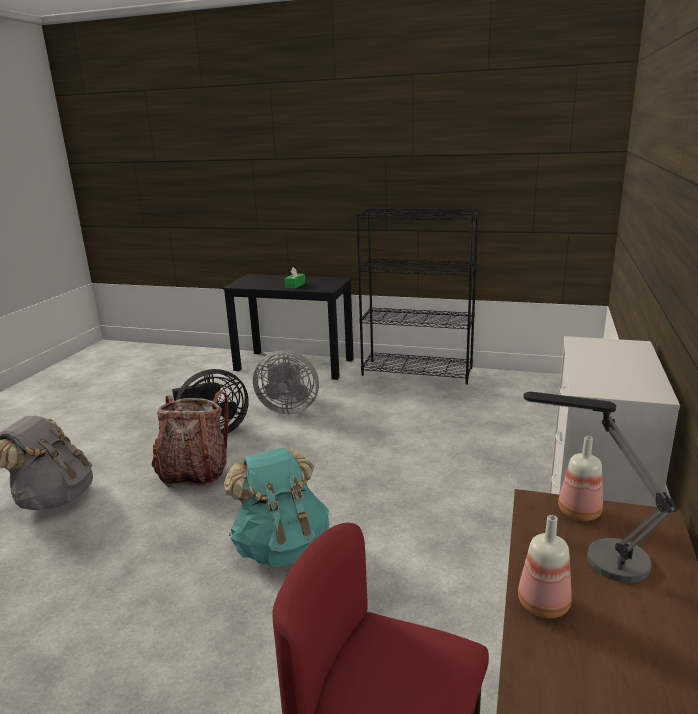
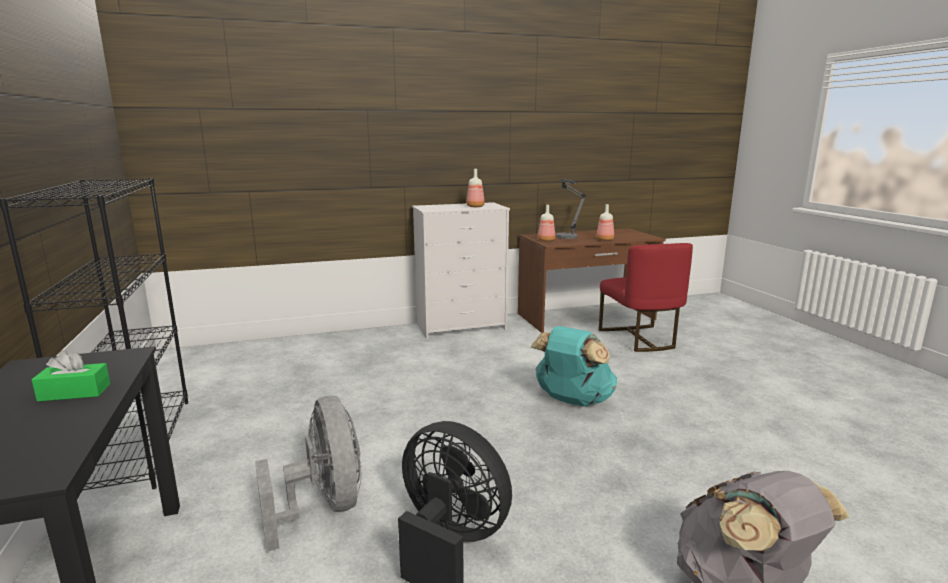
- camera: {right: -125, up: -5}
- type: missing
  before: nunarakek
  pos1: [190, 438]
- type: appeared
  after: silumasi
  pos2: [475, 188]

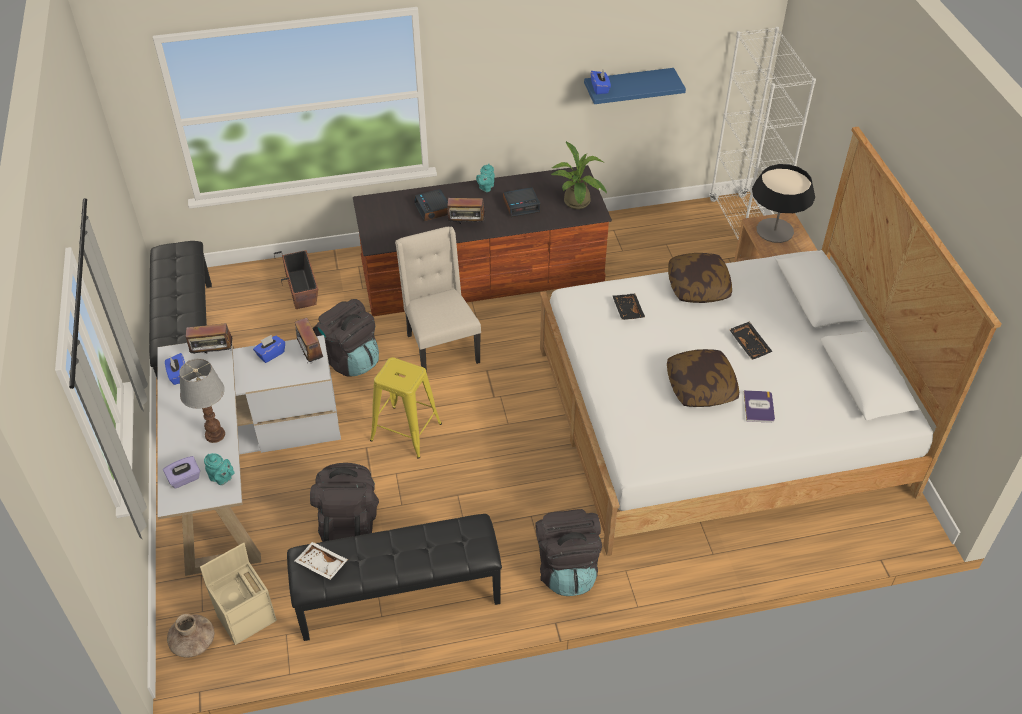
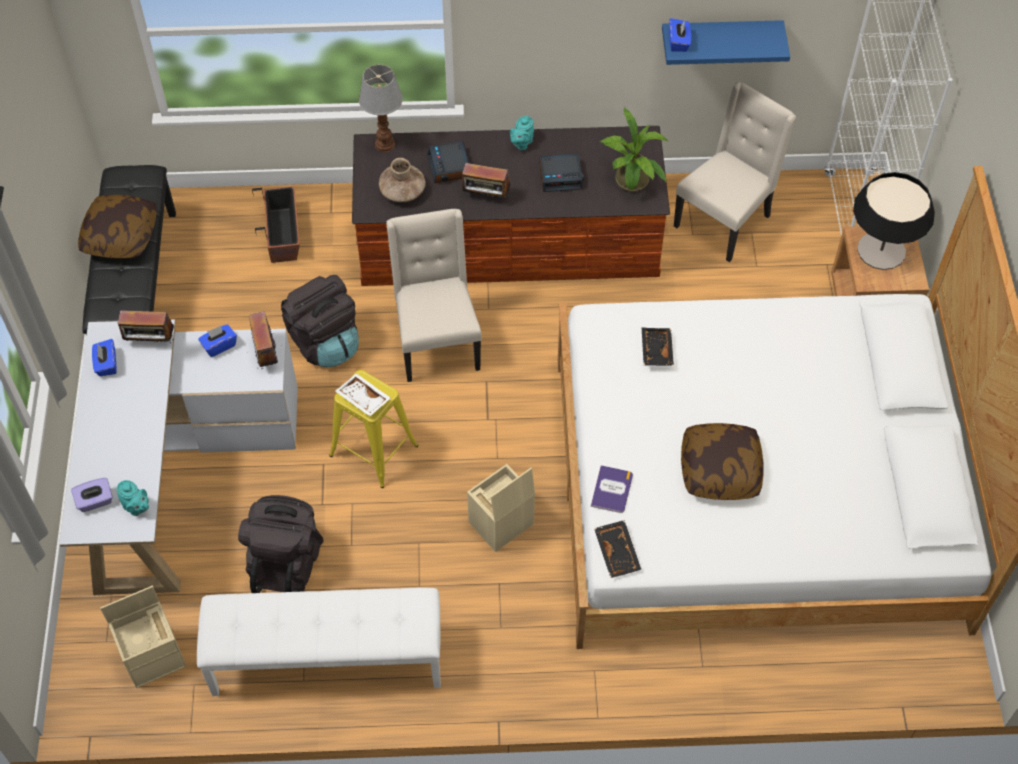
- camera: {right: 10, up: 10}
- type: missing
  before: black_nunarakek
  pos1: [568, 552]
- type: appeared
  after: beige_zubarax
  pos2: [501, 508]
- type: appeared
  after: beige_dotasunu
  pos2: [735, 172]
- type: relocated
  before: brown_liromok
  pos1: [190, 636]
  pos2: [402, 180]
- type: relocated
  before: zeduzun
  pos1: [202, 401]
  pos2: [381, 108]
- type: relocated
  before: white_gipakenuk
  pos1: [321, 561]
  pos2: [363, 394]
- type: relocated
  before: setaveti
  pos1: [700, 278]
  pos2: [117, 227]
- type: relocated
  before: black_gipakenuk
  pos1: [751, 340]
  pos2: [617, 549]
- type: relocated
  before: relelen
  pos1: [759, 406]
  pos2: [612, 489]
- type: colour
  before: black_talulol
  after: white_talulol
  pos1: [394, 577]
  pos2: [319, 641]

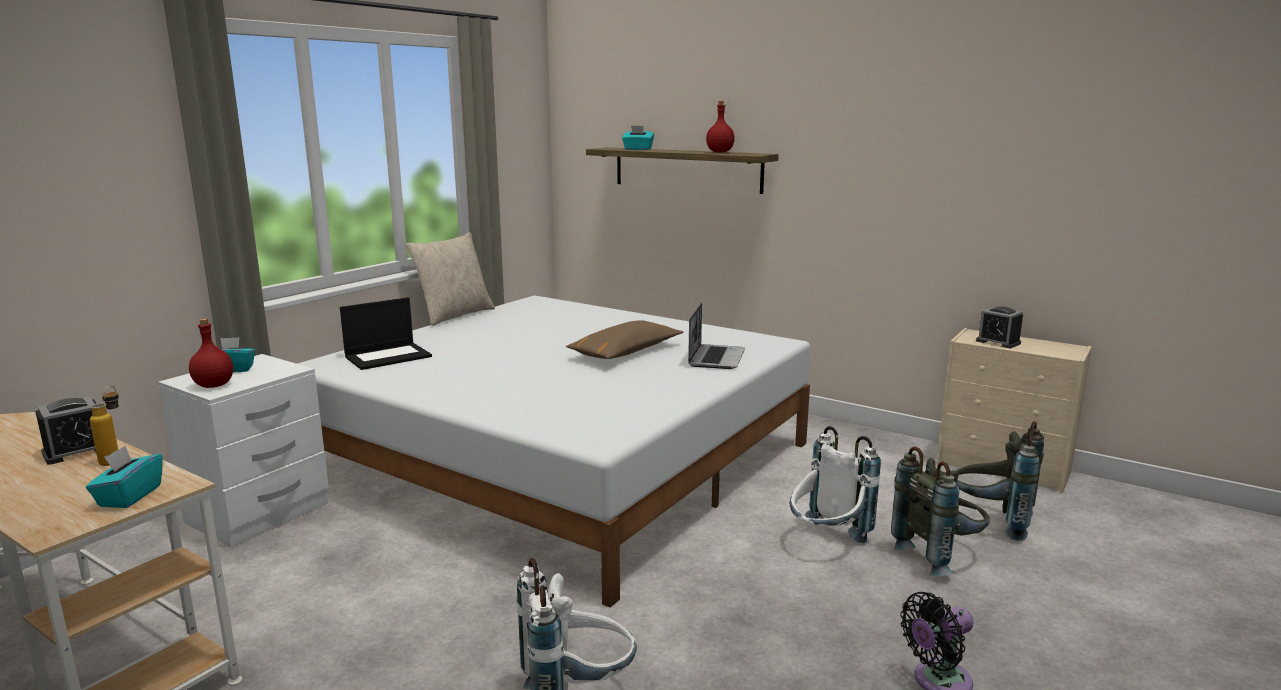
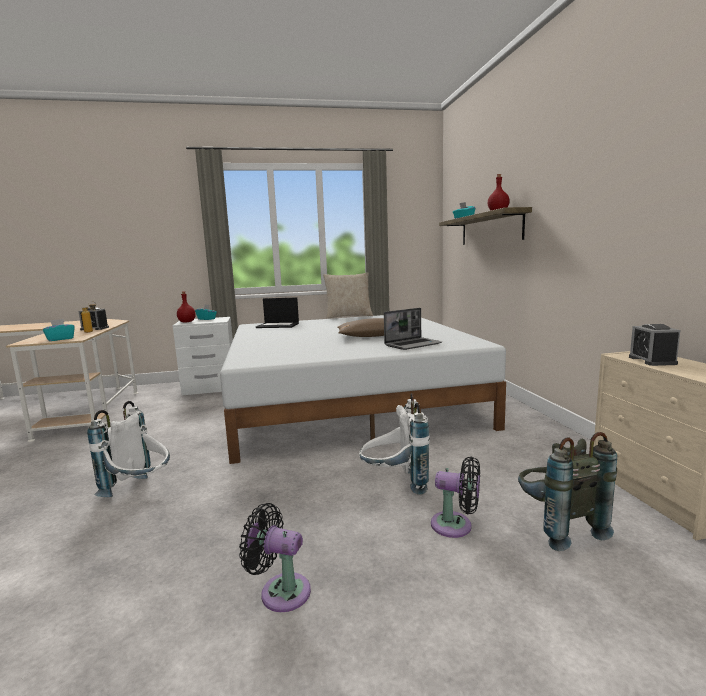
- camera: {right: 45, up: -5}
- type: exchanged
  before: grey_nunarakek
  after: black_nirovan
  pos1: [940, 511]
  pos2: [455, 497]

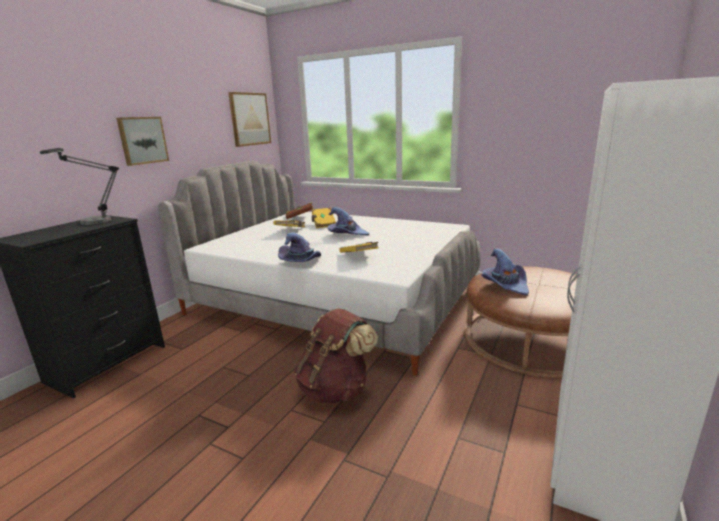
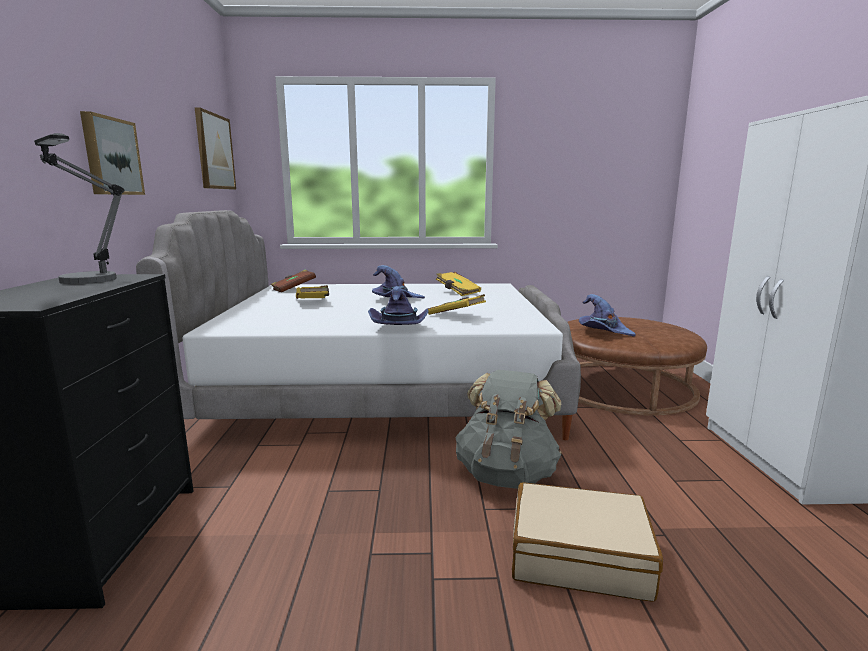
- camera: {right: -30, up: -5}
- type: appeared
  after: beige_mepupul
  pos2: [587, 542]
- type: relocated
  before: yellow_relelen
  pos1: [323, 218]
  pos2: [458, 284]
- type: colour
  before: brown_nunarakek
  after: grey_nunarakek
  pos1: [336, 355]
  pos2: [508, 429]

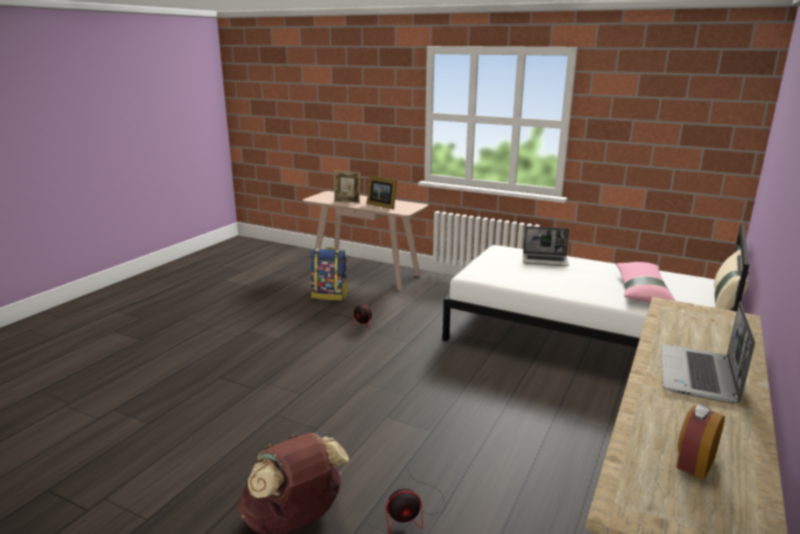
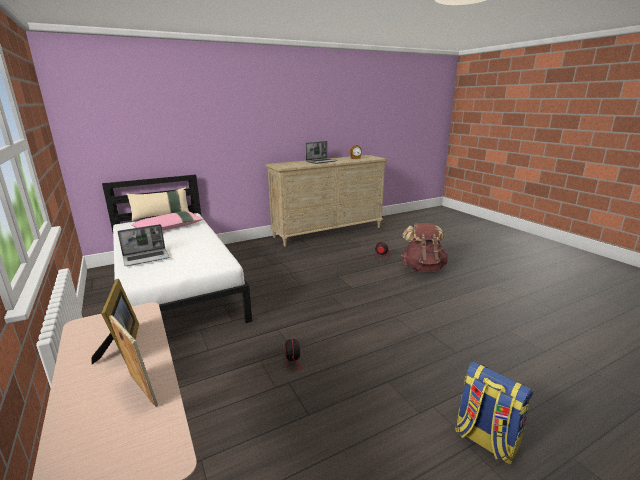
- camera: {right: -145, up: 0}
- type: relocated
  before: nunarakek
  pos1: [329, 274]
  pos2: [494, 413]
- type: spun
  before: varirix
  pos1: [546, 246]
  pos2: [144, 245]
  turn: 105

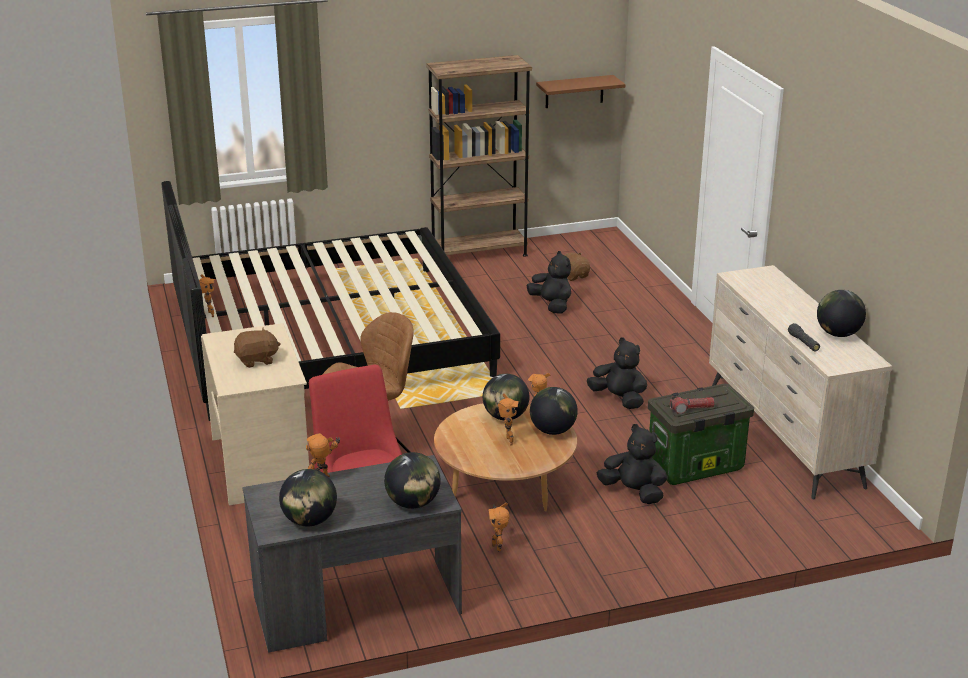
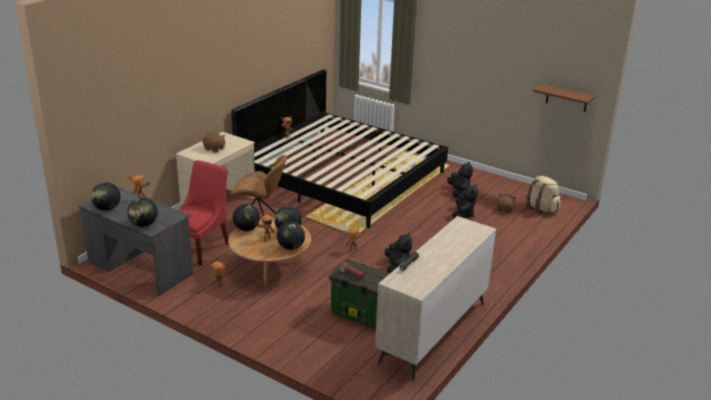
- camera: {right: 50, up: 0}
- type: missing
  before: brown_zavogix
  pos1: [479, 156]
- type: appeared
  after: beige_nunarakek
  pos2: [543, 195]
- type: relocated
  before: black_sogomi
  pos1: [632, 464]
  pos2: [460, 180]
- type: relocated
  before: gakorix
  pos1: [841, 313]
  pos2: [246, 217]

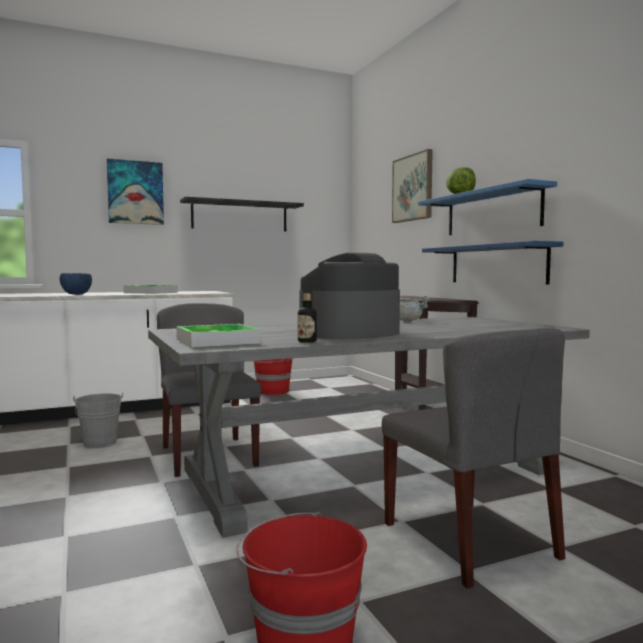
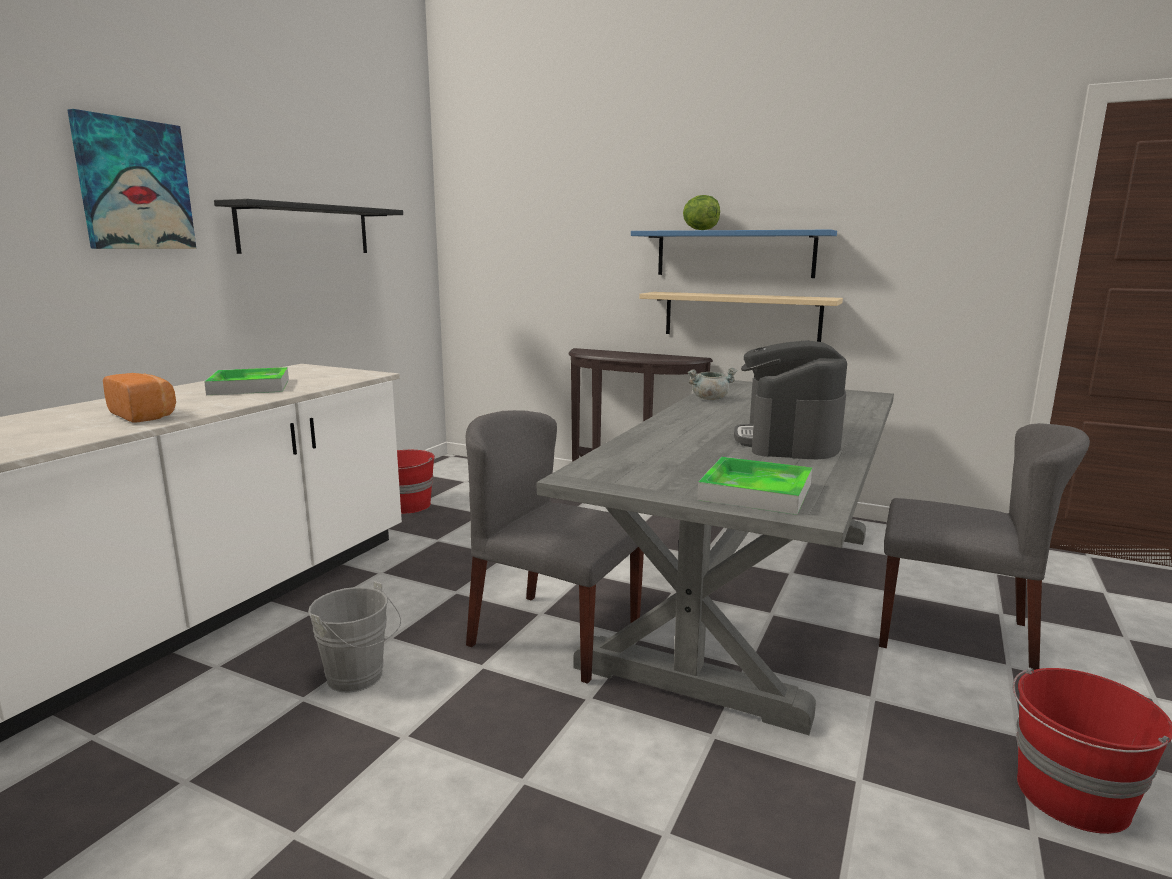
- camera: {right: -40, up: 10}
- type: missing
  before: silumasi
  pos1: [307, 318]
- type: missing
  before: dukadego
  pos1: [412, 186]
- type: exchanged
  before: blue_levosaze
  after: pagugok
  pos1: [76, 284]
  pos2: [139, 397]
- type: colour
  before: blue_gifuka
  after: beige_gifuka
  pos1: [493, 263]
  pos2: [741, 317]

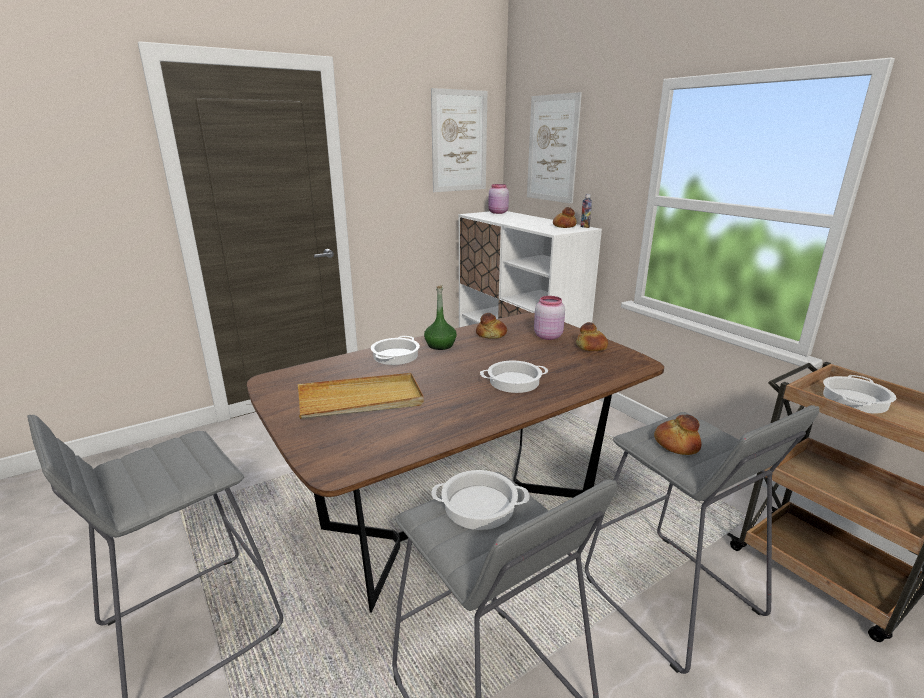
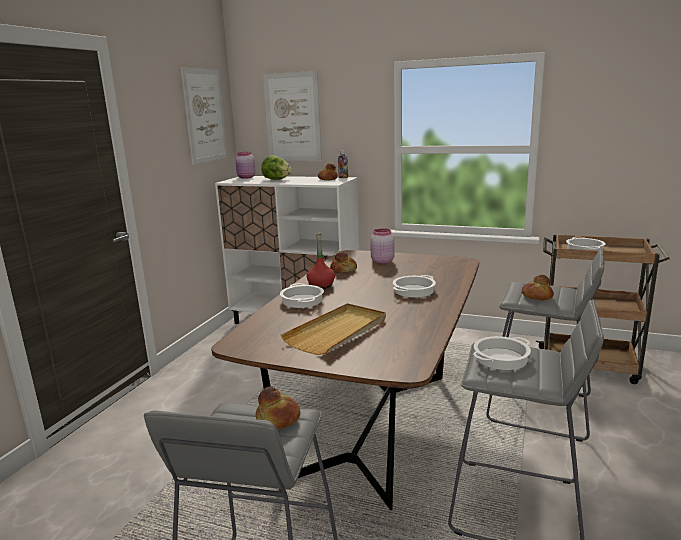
- camera: {right: -35, up: -5}
- type: appeared
  after: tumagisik
  pos2: [276, 167]
- type: relocated
  before: pagugok
  pos1: [592, 336]
  pos2: [278, 408]
- type: colour
  before: green_silumasi
  after: red_silumasi
  pos1: [440, 317]
  pos2: [321, 260]

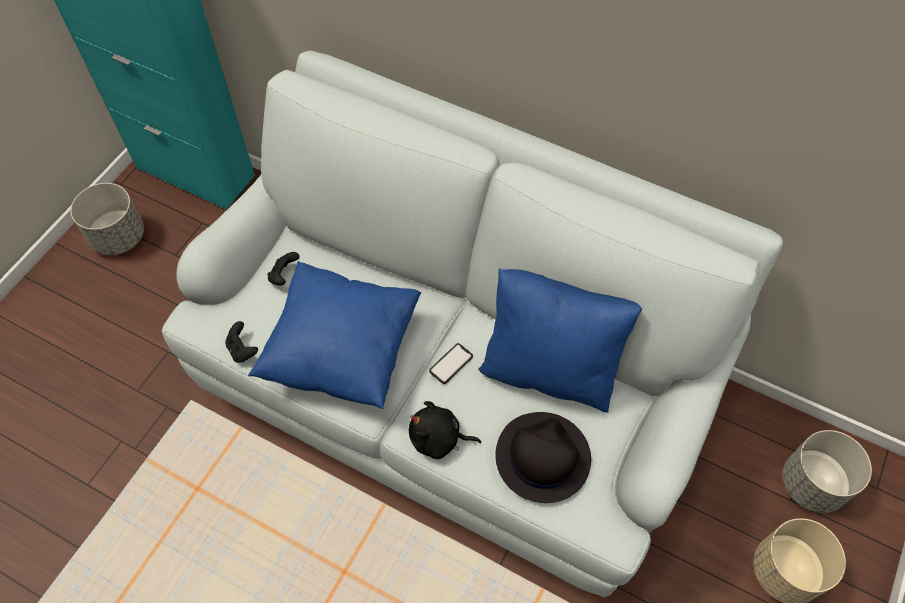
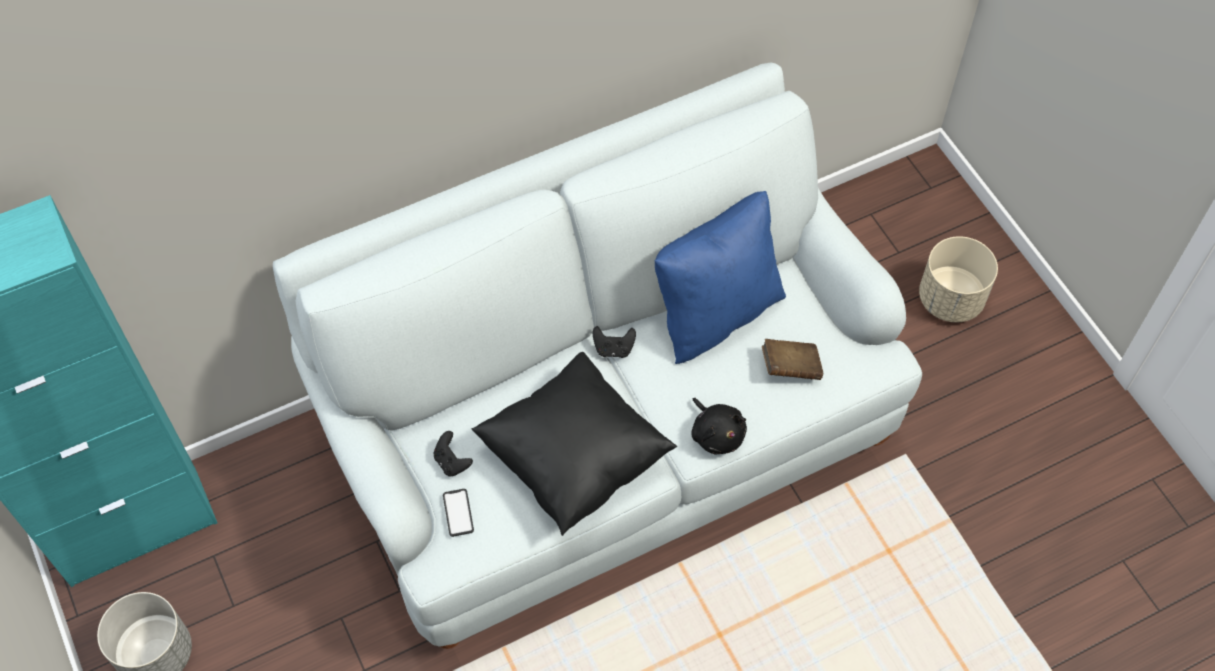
- camera: {right: -55, up: 0}
- type: missing
  before: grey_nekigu
  pos1: [827, 471]
- type: relocated
  before: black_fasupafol
  pos1: [241, 342]
  pos2: [614, 342]
- type: relocated
  before: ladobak
  pos1: [451, 363]
  pos2: [458, 513]
- type: exchanged
  before: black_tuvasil
  after: brown_relelen
  pos1: [543, 457]
  pos2: [792, 359]
- type: colour
  before: blue_setaveti
  after: black_setaveti
  pos1: [334, 335]
  pos2: [574, 444]
- type: spun
  before: black_sogomi
  pos1: [445, 430]
  pos2: [719, 426]
  turn: -75

